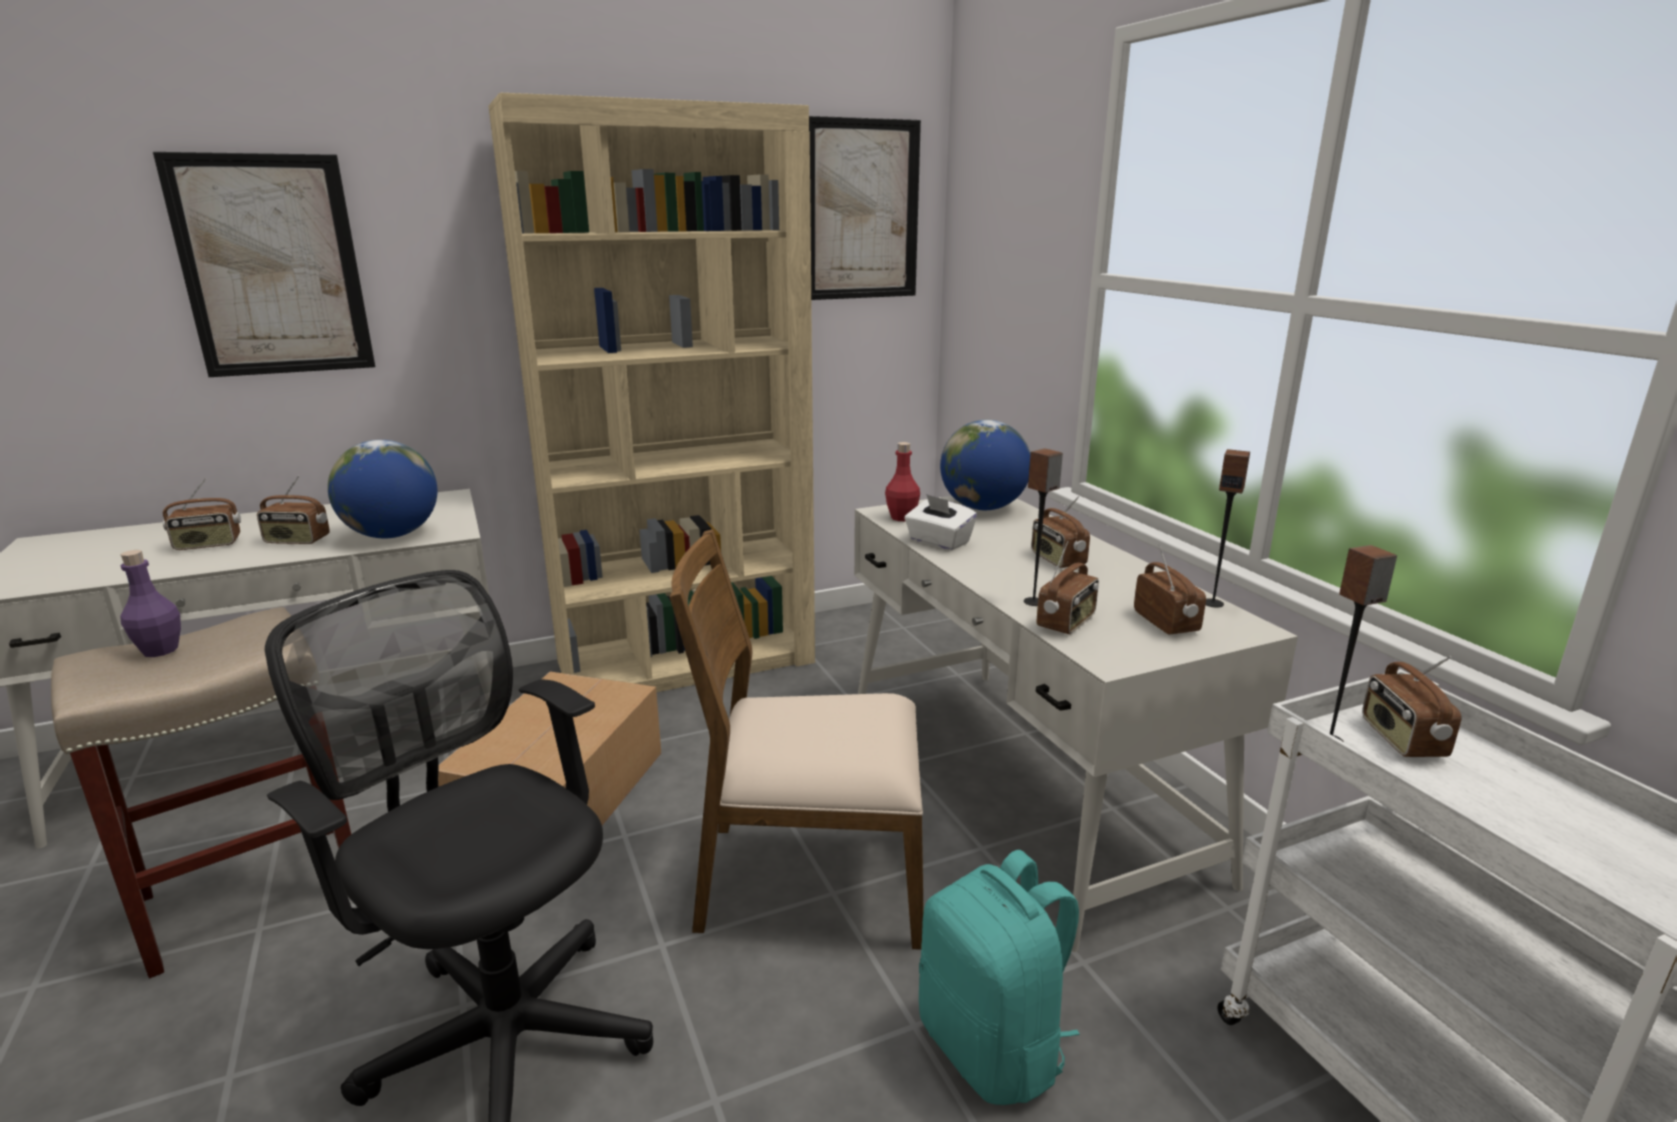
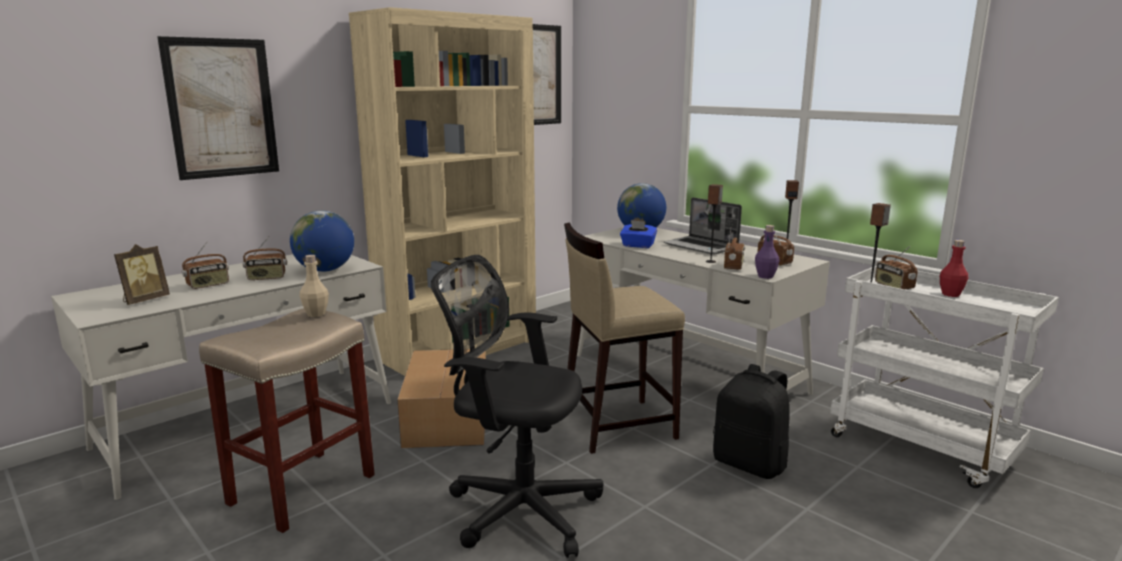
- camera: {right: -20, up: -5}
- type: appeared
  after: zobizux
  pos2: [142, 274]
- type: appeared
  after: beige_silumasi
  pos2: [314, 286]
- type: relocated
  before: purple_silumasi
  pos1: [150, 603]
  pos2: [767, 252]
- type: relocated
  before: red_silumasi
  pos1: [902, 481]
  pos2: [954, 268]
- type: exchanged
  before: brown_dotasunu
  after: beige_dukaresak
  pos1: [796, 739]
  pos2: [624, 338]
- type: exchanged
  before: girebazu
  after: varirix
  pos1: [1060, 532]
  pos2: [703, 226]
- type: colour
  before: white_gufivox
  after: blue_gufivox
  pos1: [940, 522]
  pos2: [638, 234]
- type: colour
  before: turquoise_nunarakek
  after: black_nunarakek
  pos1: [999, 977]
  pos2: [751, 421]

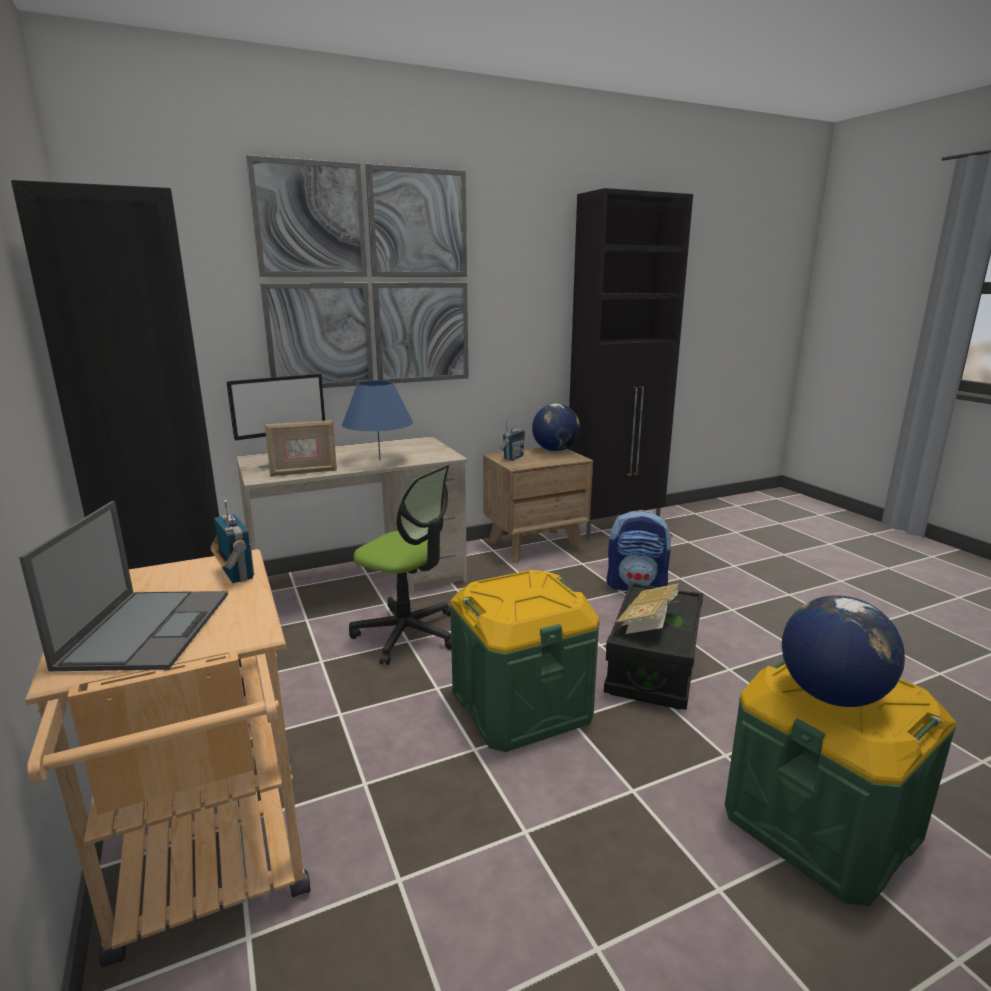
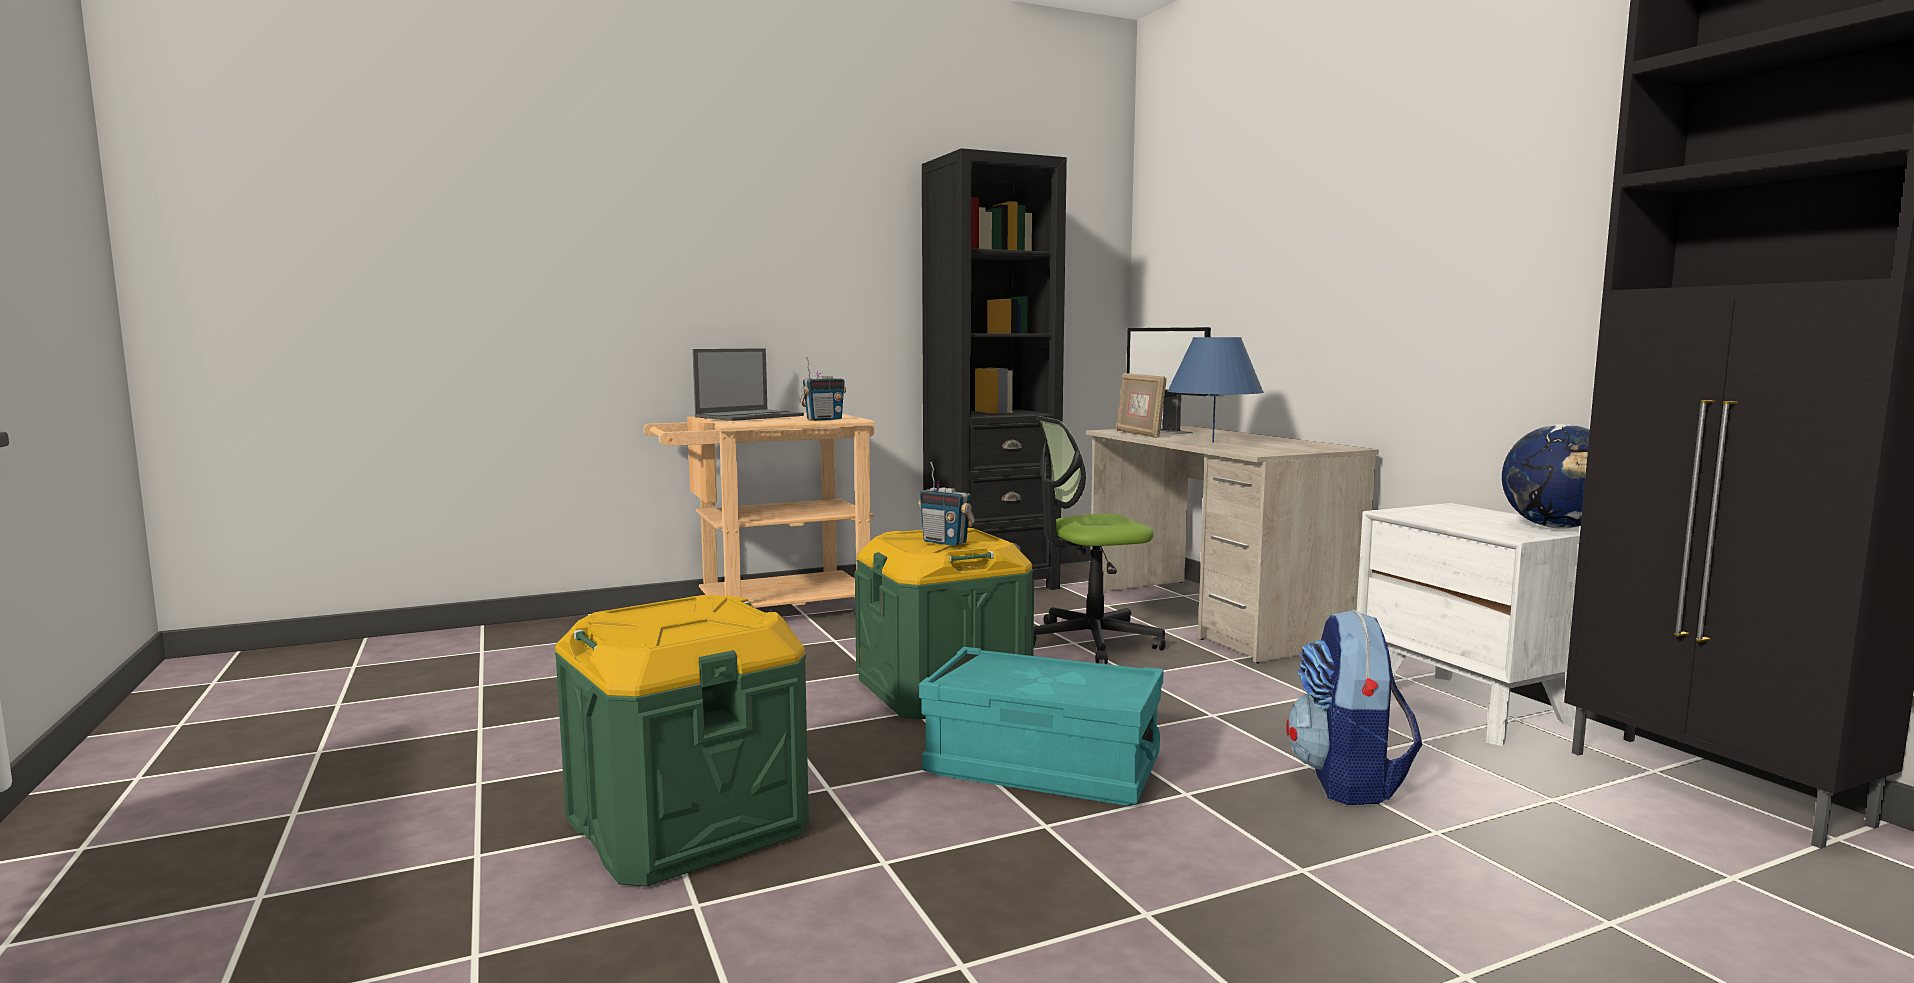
- camera: {right: 90, up: -10}
- type: missing
  before: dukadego
  pos1: [357, 271]
- type: missing
  before: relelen
  pos1: [647, 608]
- type: missing
  before: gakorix
  pos1: [843, 651]
- type: relocated
  before: girebazu
  pos1: [512, 439]
  pos2: [947, 504]
- type: colour
  before: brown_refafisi
  after: white_refafisi
  pos1: [538, 505]
  pos2: [1469, 624]
- type: colour
  before: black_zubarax
  after: turquoise_zubarax
  pos1: [653, 646]
  pos2: [1041, 726]
- type: spun
  before: varirix
  pos1: [123, 586]
  pos2: [748, 384]
  turn: -45
- type: spun
  before: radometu
  pos1: [400, 565]
  pos2: [1099, 540]
  turn: 45

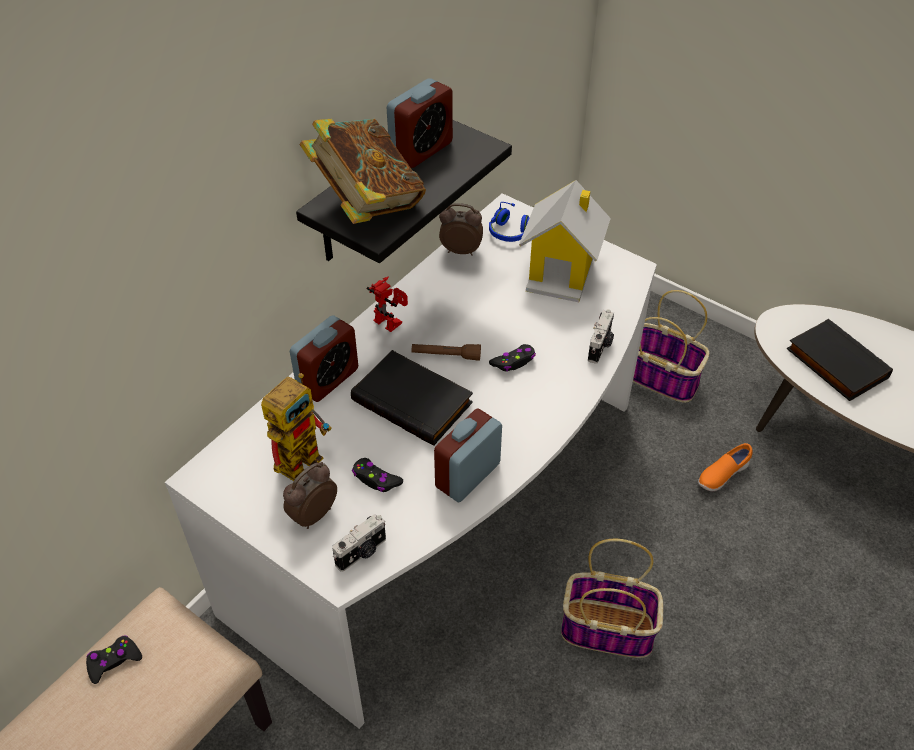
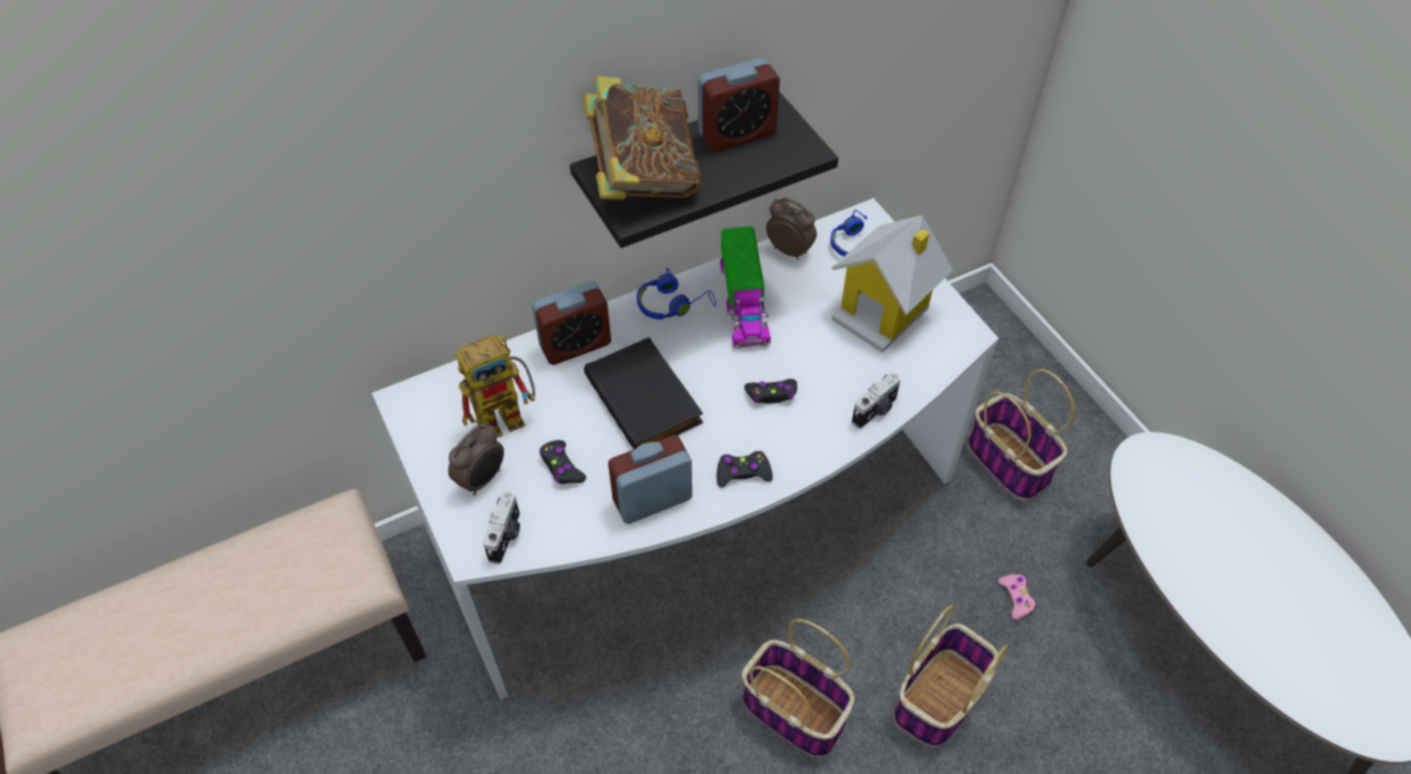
- camera: {right: 25, up: 5}
- type: missing
  before: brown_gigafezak
  pos1: [446, 352]
- type: missing
  before: black_relelen
  pos1: [840, 360]
- type: appeared
  after: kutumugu
  pos2: [745, 287]
- type: appeared
  after: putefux
  pos2: [951, 676]
- type: relocated
  before: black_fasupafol
  pos1: [114, 659]
  pos2: [745, 469]
- type: exchanged
  before: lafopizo
  after: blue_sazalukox
  pos1: [387, 304]
  pos2: [676, 294]
- type: exchanged
  before: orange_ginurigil
  after: pink_fasupafol
  pos1: [725, 467]
  pos2: [1017, 597]
- type: spun
  before: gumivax
  pos1: [310, 495]
  pos2: [476, 459]
  turn: 150
- type: spun
  before: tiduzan
  pos1: [359, 543]
  pos2: [501, 528]
  turn: -60

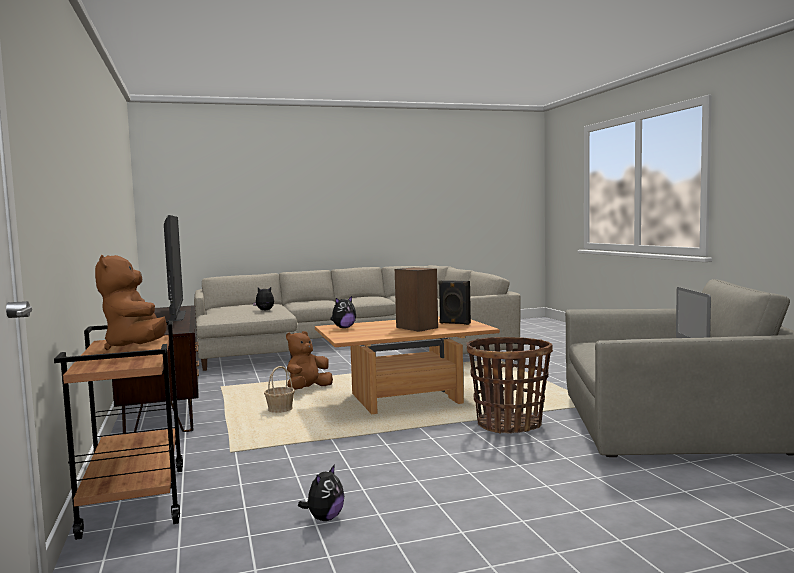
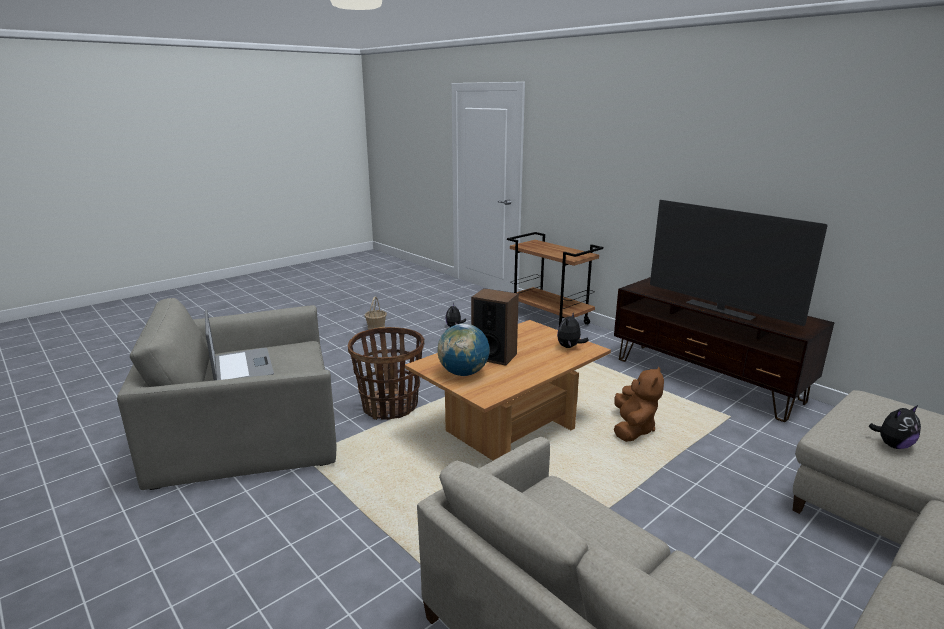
- camera: {right: 155, up: 15}
- type: missing
  before: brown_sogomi
  pos1: [131, 302]
- type: relocated
  before: putefux
  pos1: [279, 389]
  pos2: [376, 312]
- type: exchanged
  before: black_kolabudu
  after: gakorix
  pos1: [455, 302]
  pos2: [463, 350]

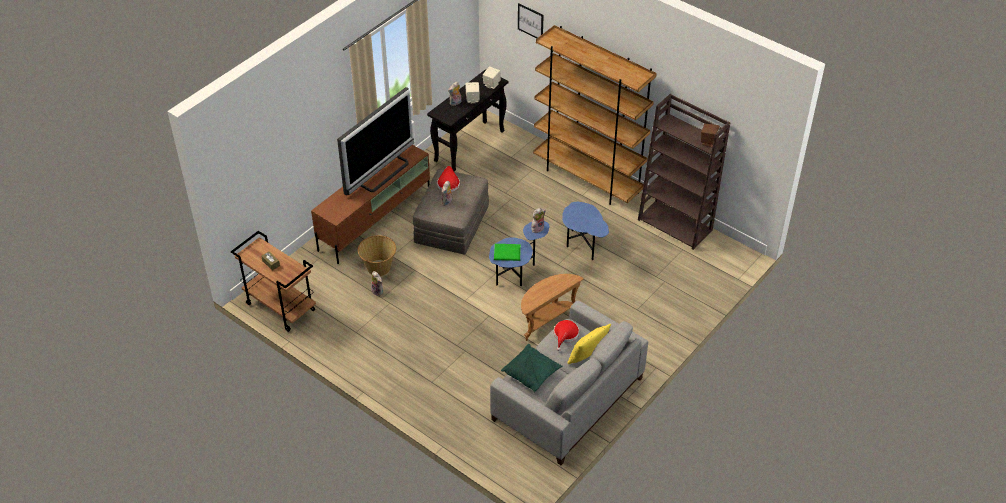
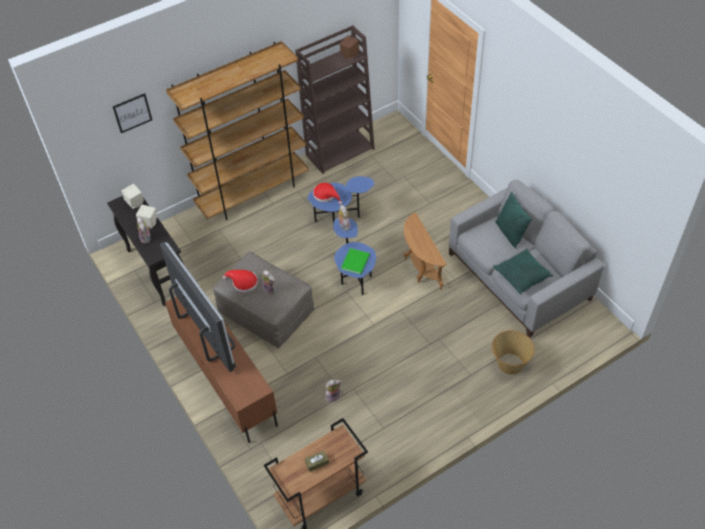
- camera: {right: -70, up: 5}
- type: relocated
  before: putefux
  pos1: [377, 255]
  pos2: [513, 352]
- type: relocated
  before: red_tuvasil
  pos1: [566, 335]
  pos2: [327, 193]
- type: colour
  before: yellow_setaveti
  after: green_setaveti
  pos1: [589, 344]
  pos2: [513, 220]

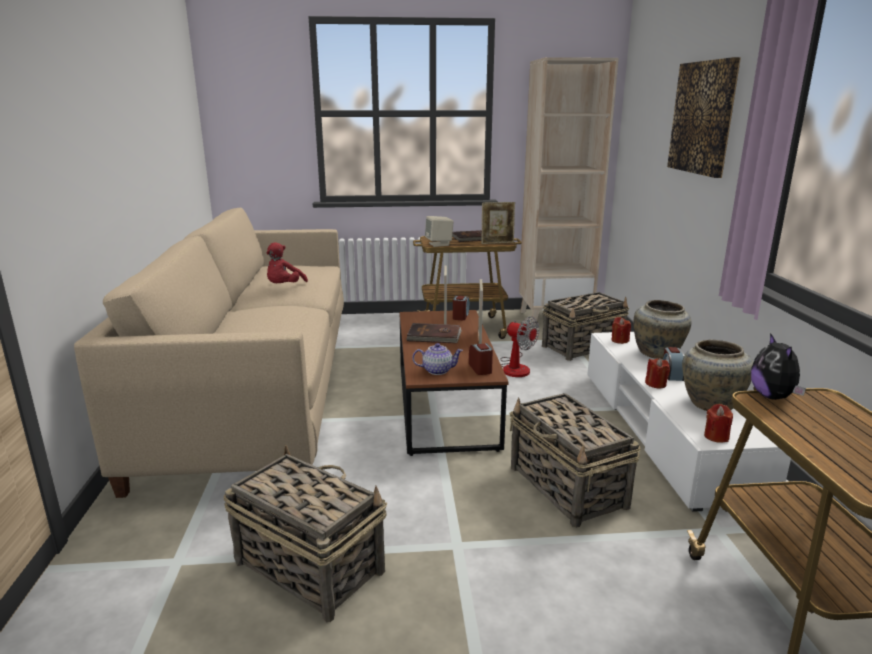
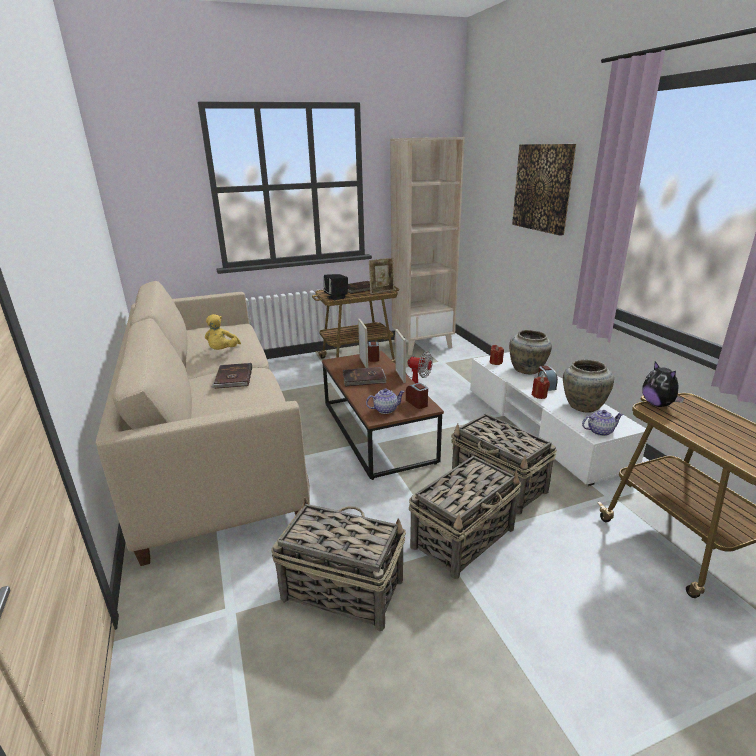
- camera: {right: -15, up: 5}
- type: appeared
  after: brown_relelen
  pos2: [231, 376]
- type: relocated
  before: putefux
  pos1: [585, 326]
  pos2: [465, 517]
- type: exchanged
  before: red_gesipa
  after: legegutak
  pos1: [718, 423]
  pos2: [602, 423]
- type: colour
  before: red_sogomi
  after: yellow_sogomi
  pos1: [287, 262]
  pos2: [223, 332]
- type: colour
  before: beige_kolabudu
  after: black_kolabudu
  pos1: [439, 231]
  pos2: [336, 287]

